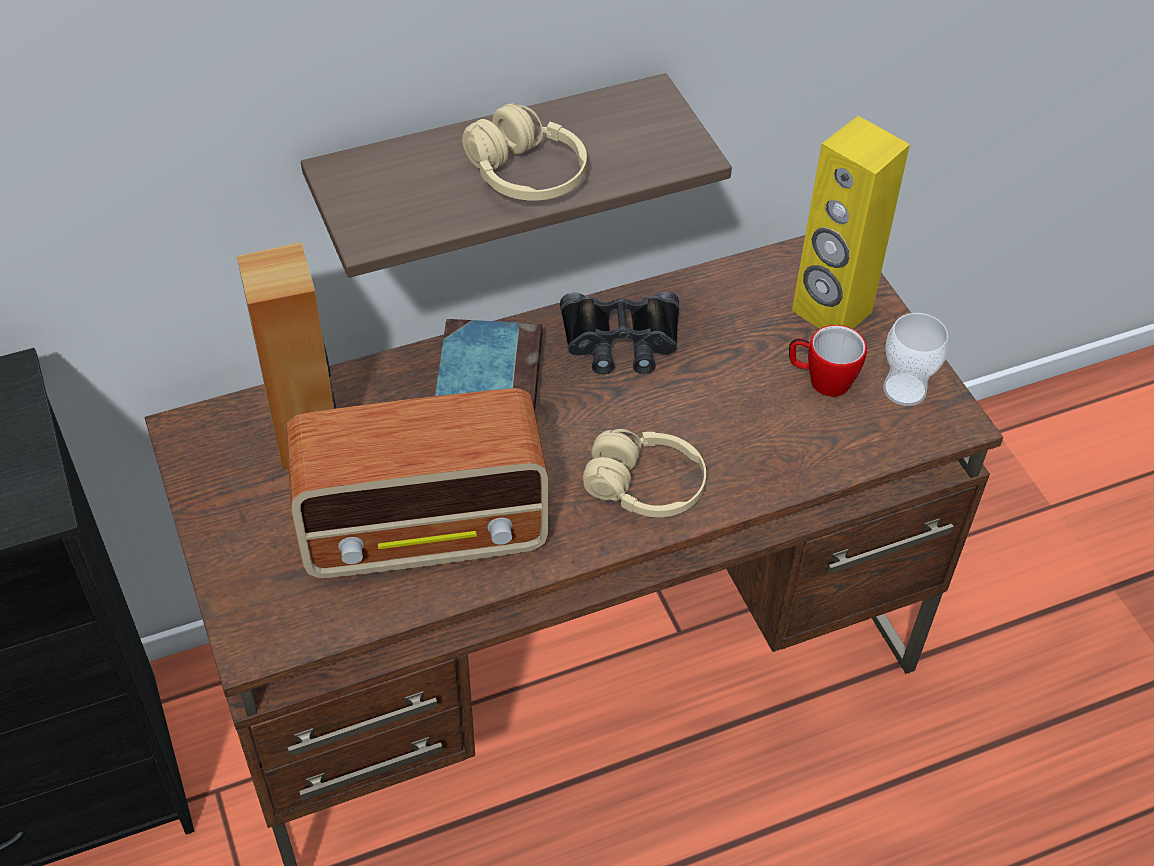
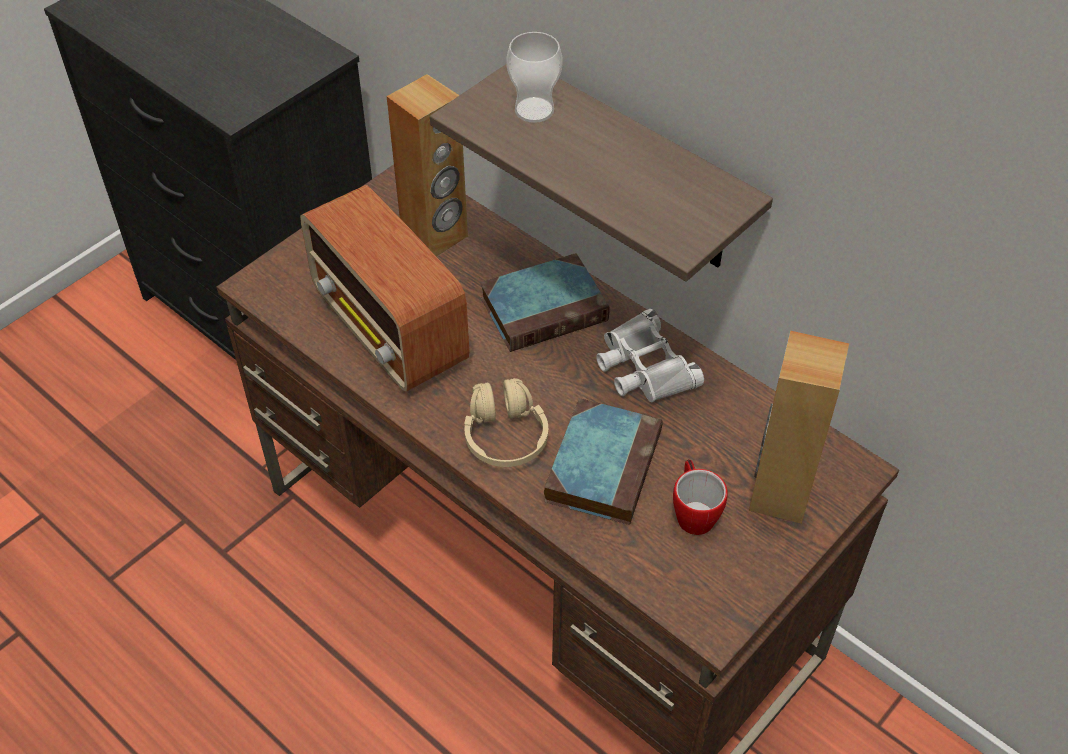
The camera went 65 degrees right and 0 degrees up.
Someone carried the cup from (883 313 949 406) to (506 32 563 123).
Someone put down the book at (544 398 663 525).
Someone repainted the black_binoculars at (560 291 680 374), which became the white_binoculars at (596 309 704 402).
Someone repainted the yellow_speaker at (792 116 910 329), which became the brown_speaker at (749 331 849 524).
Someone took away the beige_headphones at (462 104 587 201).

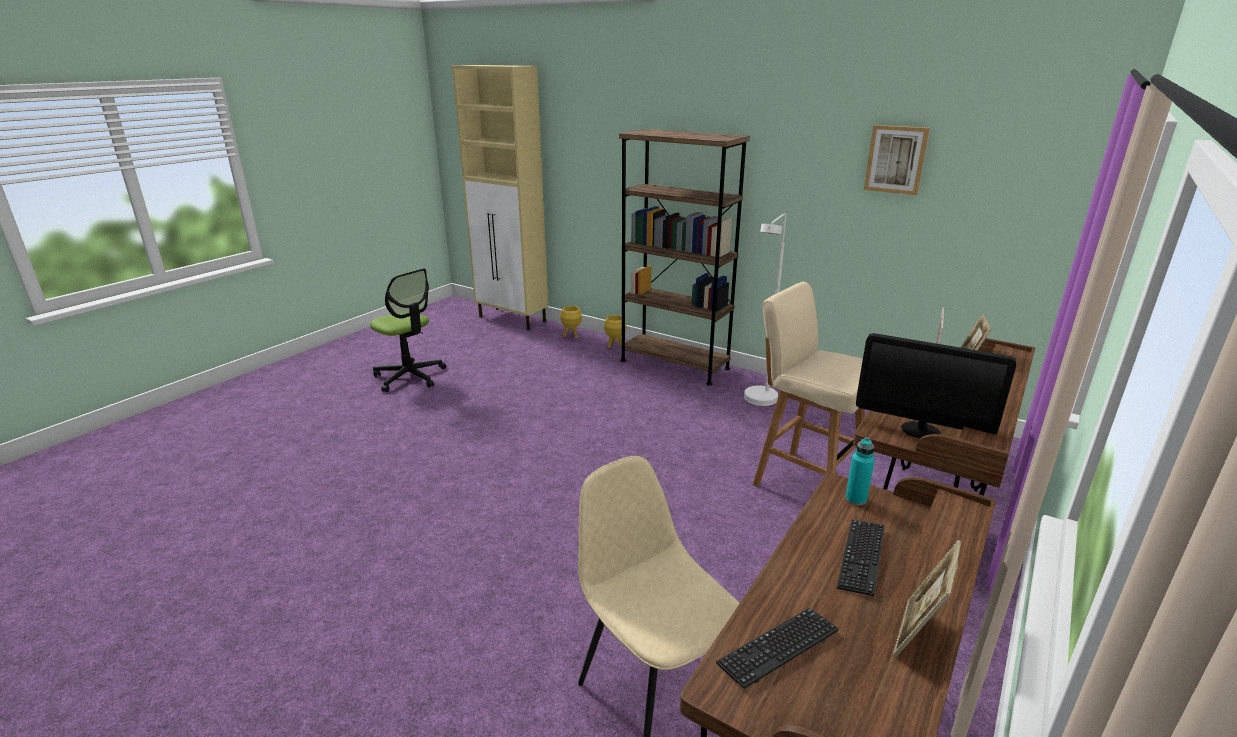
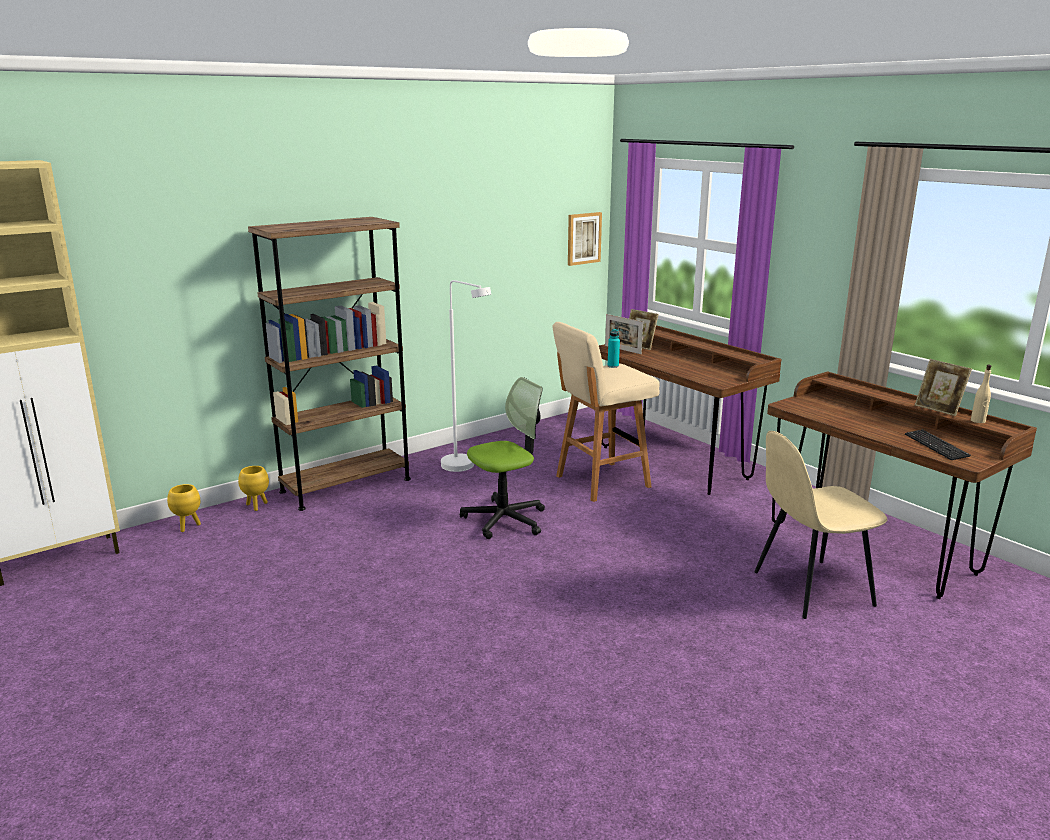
The camera went 70 degrees left and 5 degrees down.
Someone carried the office_chair from (370 268 446 392) to (460 377 545 539).
Someone carried the picture from (864 125 930 195) to (568 212 602 266).
Someone carried the turquoise_bottle from (845 437 875 506) to (608 329 620 368).
Someone put down the beige_bottle at (971 365 991 423).
Someone took away the keyboard at (837 520 885 596).
Someone took away the monitor at (856 333 1016 438).

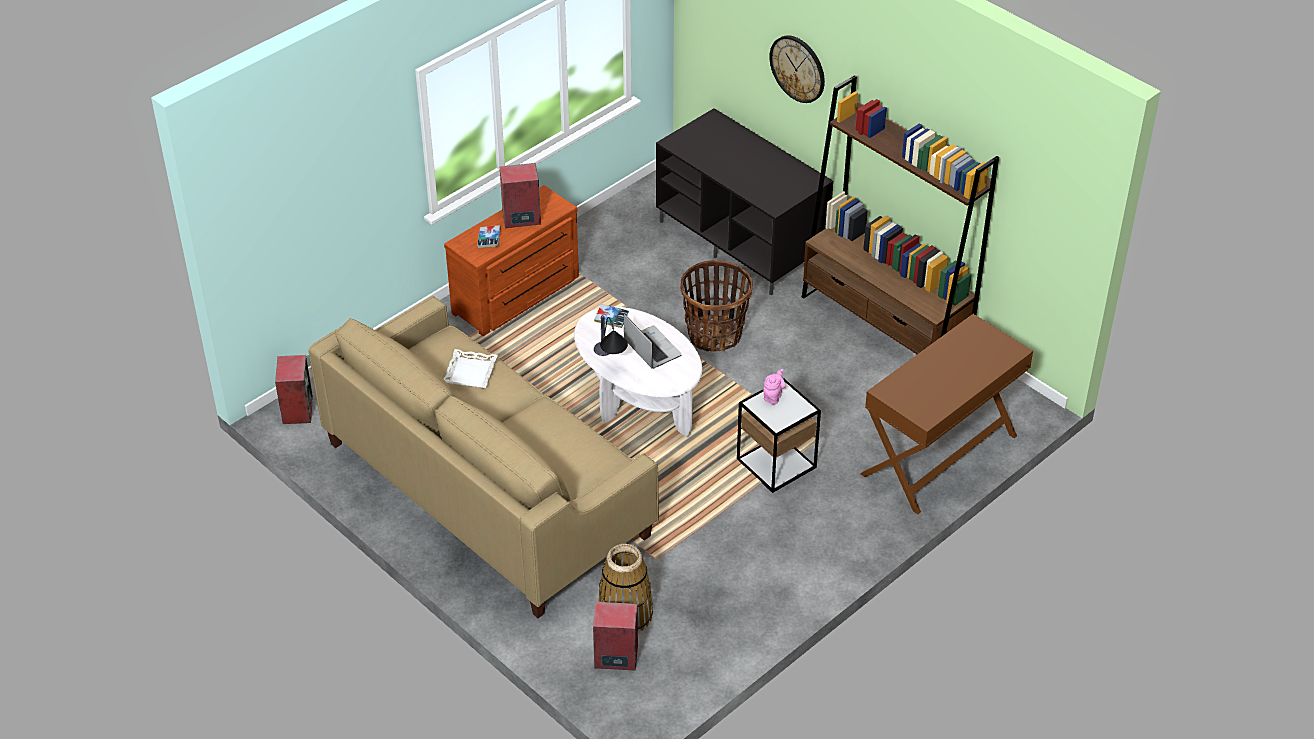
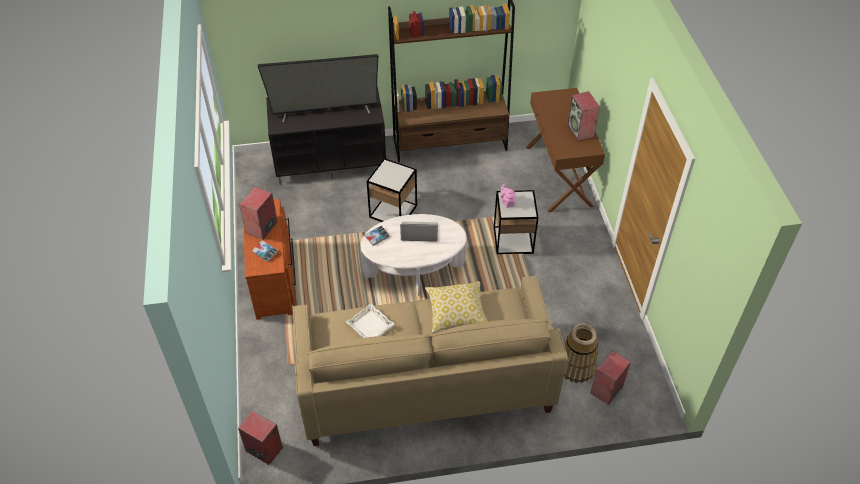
The camera went 55 degrees left and 5 degrees up.
Someone put down the television at (258 54 378 123).
Someone swapped the basket at (680 260 753 352) for the side_table at (367 158 417 222).
Someone put down the pillow at (425 281 488 333).
Someone put down the speaker at (567 91 600 141).
Someone took away the table_lamp at (594 315 628 356).
Someone took away the wall_clock at (769 35 825 103).

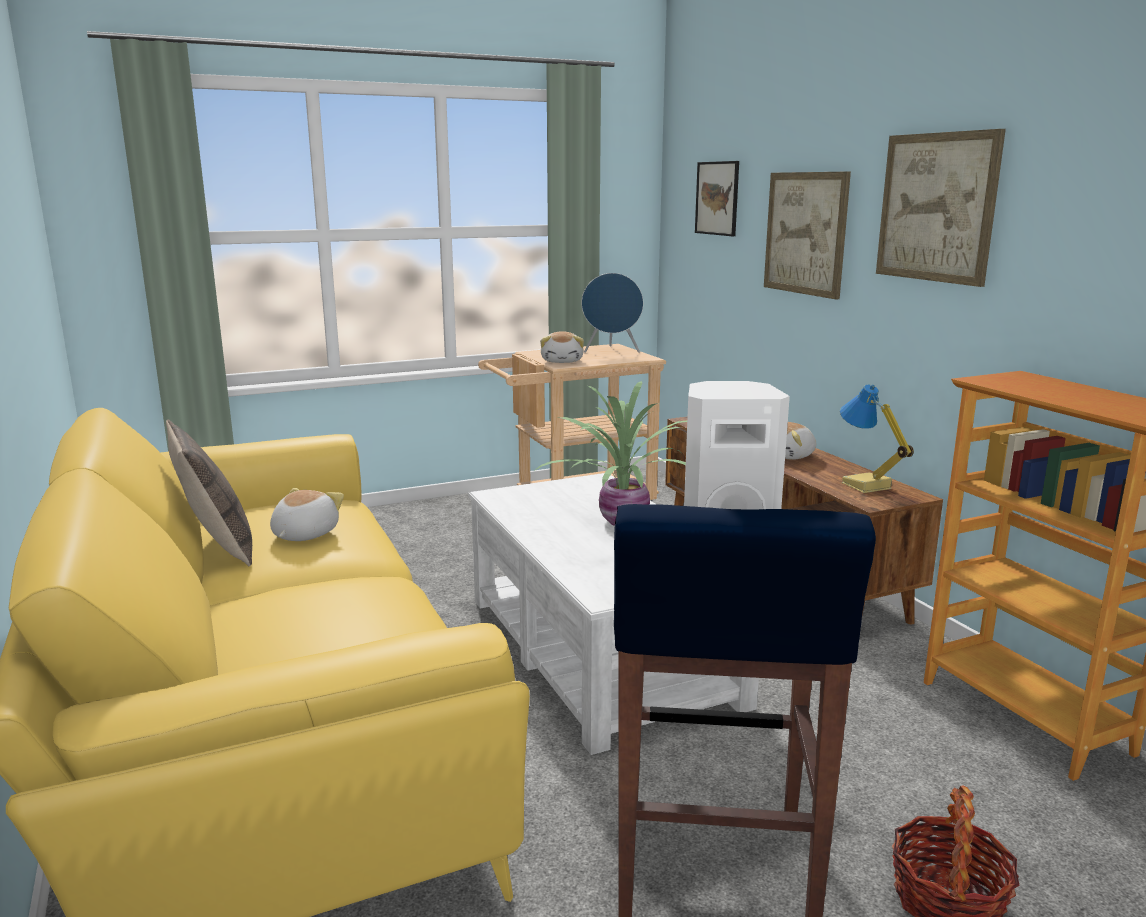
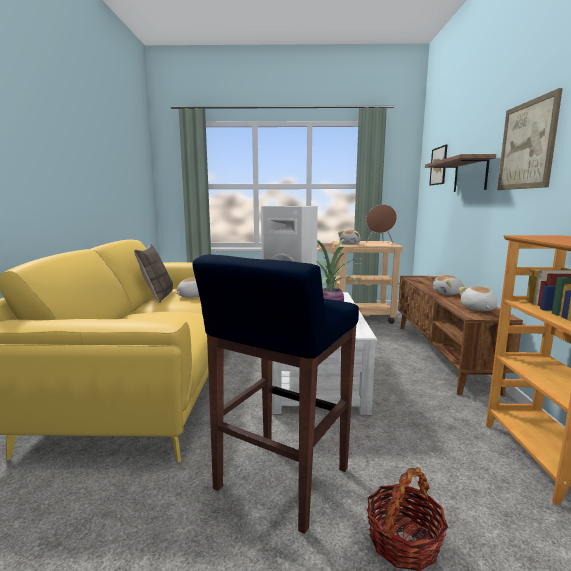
The camera went 25 degrees right and 5 degrees down.
Someone repainted the blue_speaker at (581 273 643 353), which became the brown_speaker at (366 205 397 244).
Someone swapped the picture at (764 172 851 299) for the shelf at (425 154 496 192).
Someone swapped the table_lamp at (840 384 914 493) for the plush_toy at (459 287 497 311).

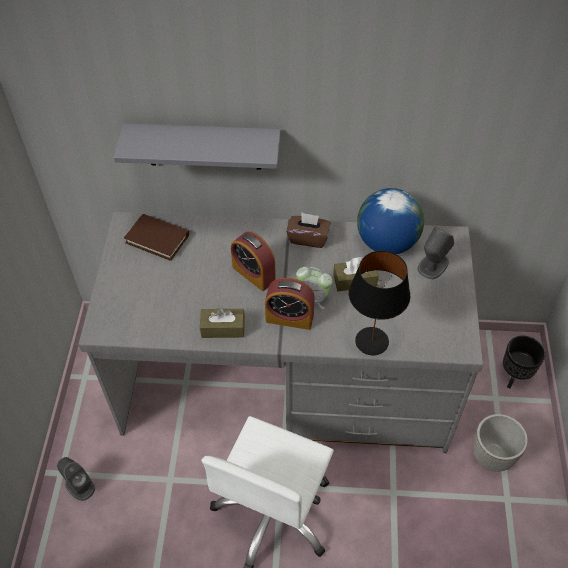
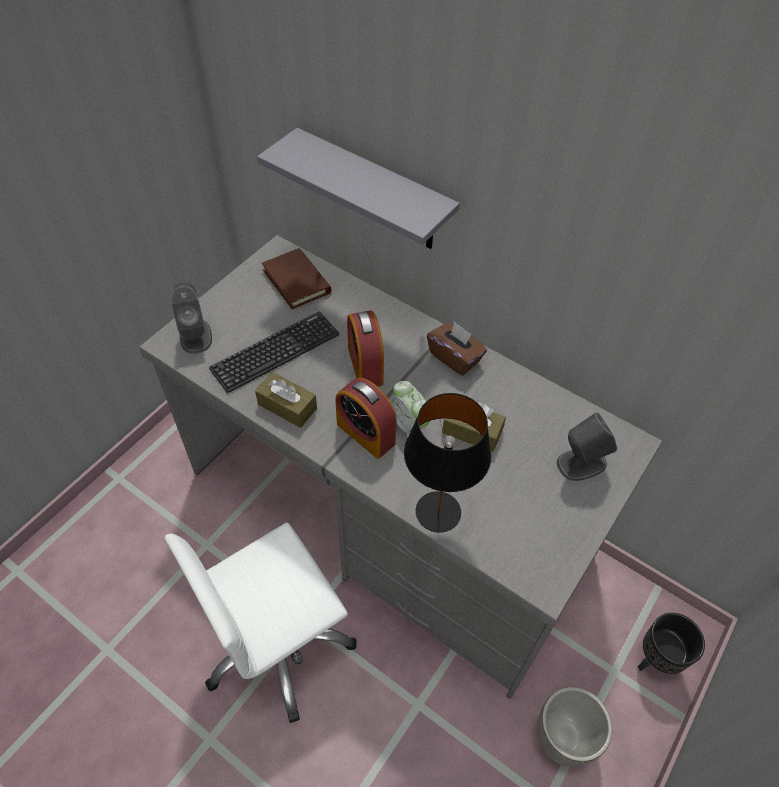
The camera went 30 degrees right and 0 degrees up.
Someone carried the grey_speaker from (57 457 95 501) to (171 282 212 354).
Someone put down the keyboard at (209 312 340 393).
Someone took away the globe at (357 188 424 254).

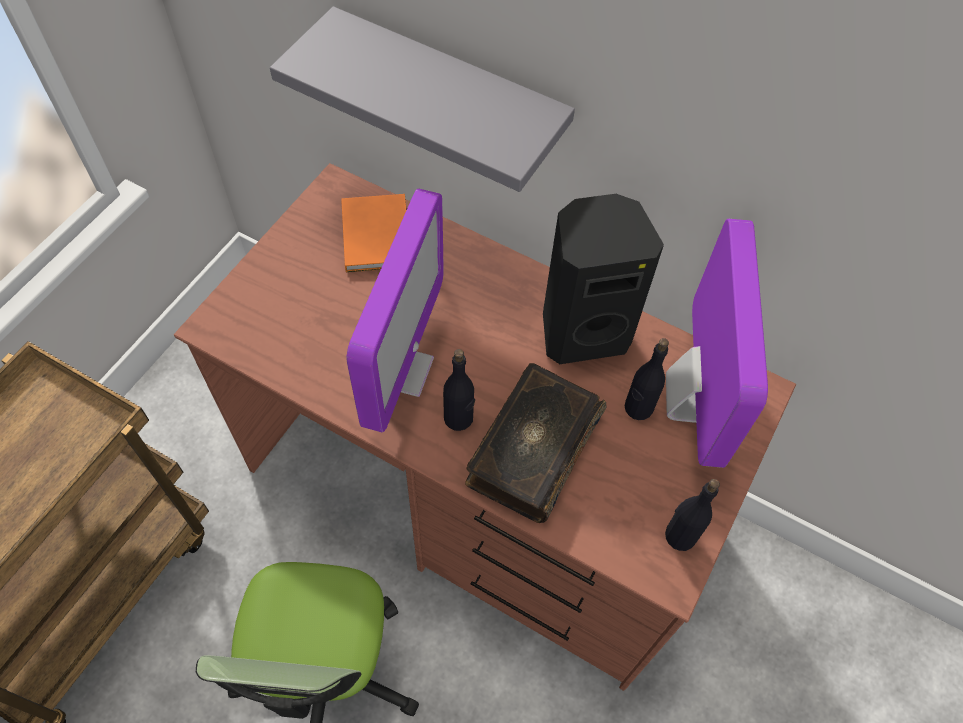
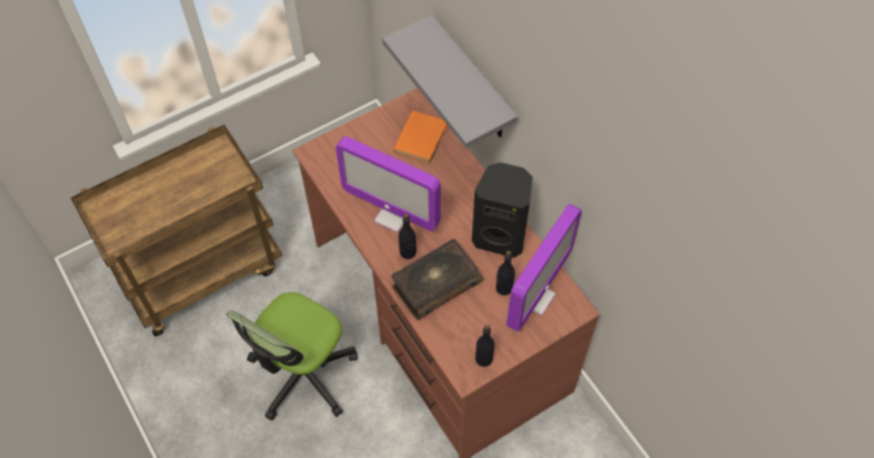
The camera went 30 degrees right and 0 degrees up.
Someone rotated the monitor at (346 189 444 432) by 75 degrees clockwise.

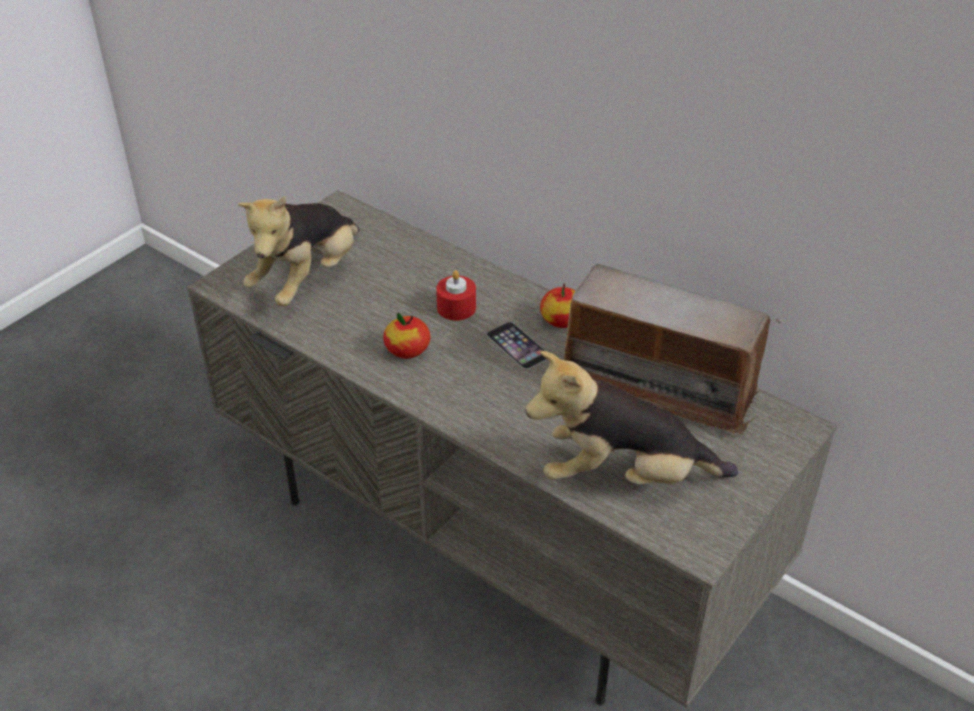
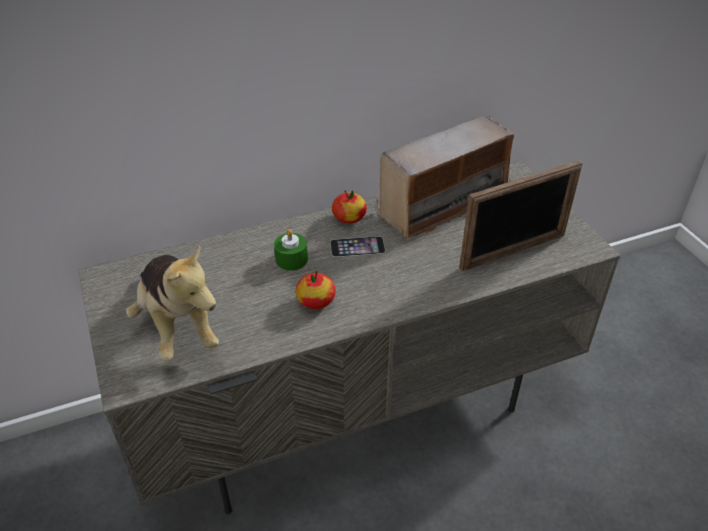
The camera went 60 degrees left and 0 degrees up.
Someone repainted the red_candle at (436 270 476 321), which became the green_candle at (274 229 308 271).
Someone swapped the plush_toy at (525 351 738 485) for the picture_frame at (459 161 583 271).

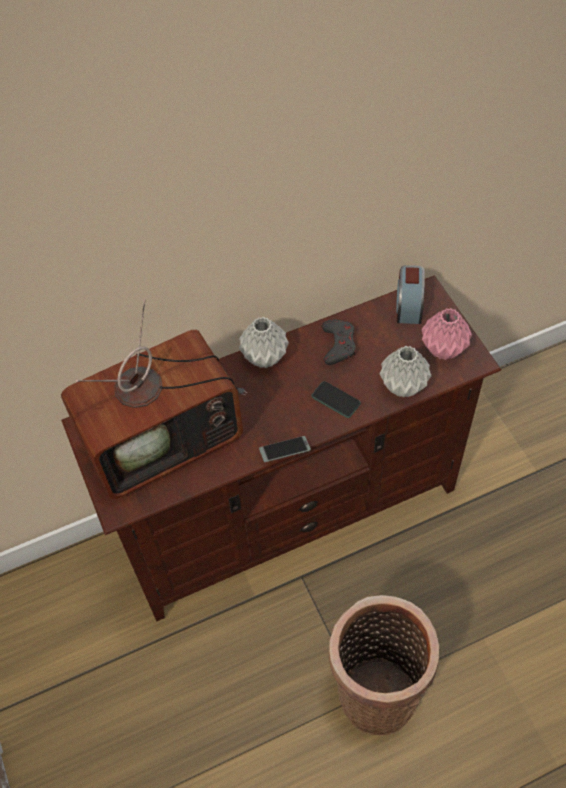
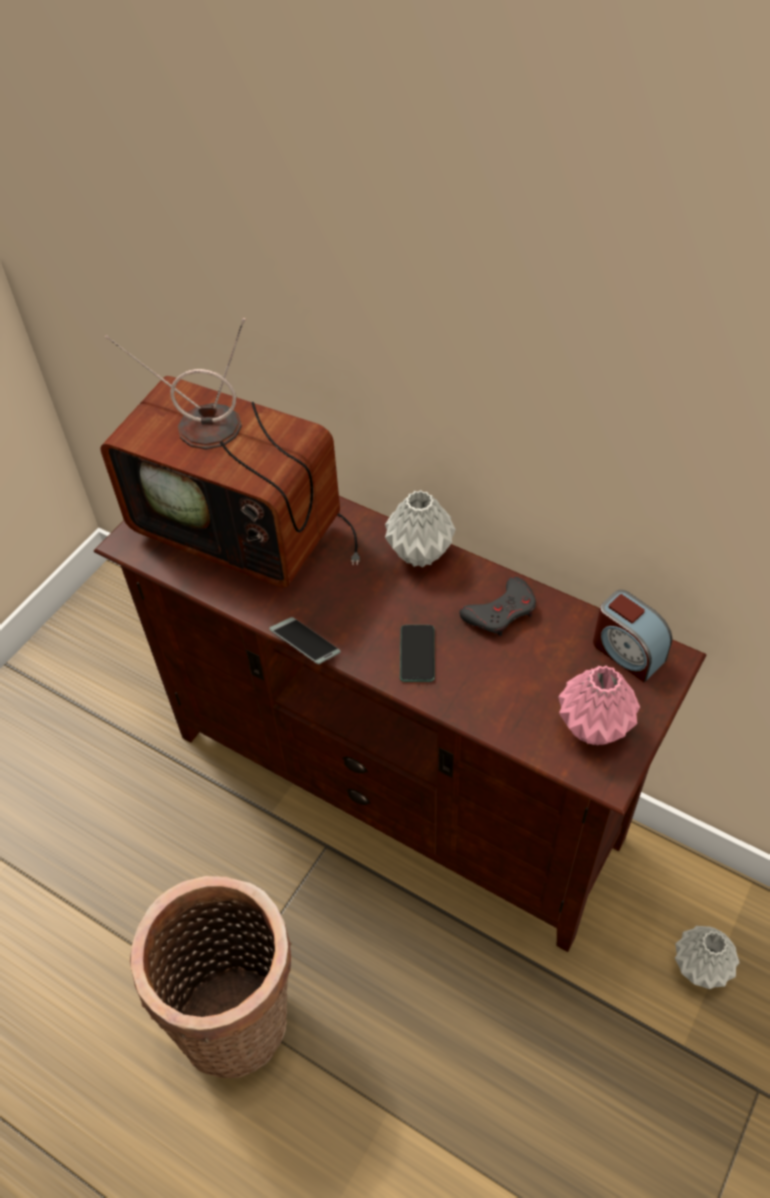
The camera went 55 degrees right and 5 degrees down.
Someone rotated the alarm_clock at (396 265 425 324) by 105 degrees counterclockwise.
Someone carried the grey_vase from (379 346 431 398) to (675 926 740 989).

